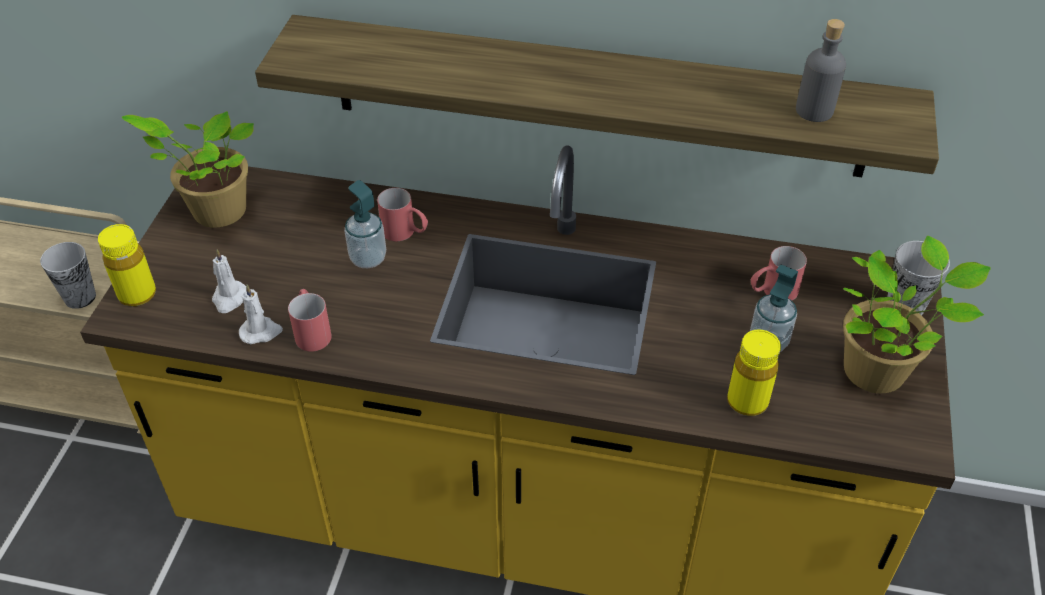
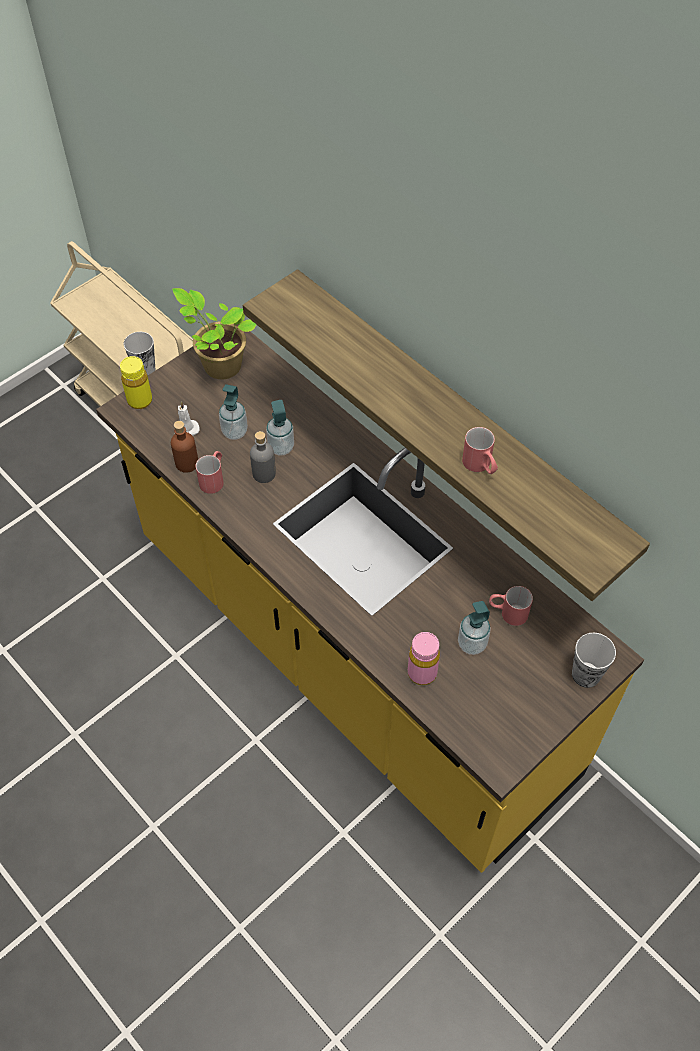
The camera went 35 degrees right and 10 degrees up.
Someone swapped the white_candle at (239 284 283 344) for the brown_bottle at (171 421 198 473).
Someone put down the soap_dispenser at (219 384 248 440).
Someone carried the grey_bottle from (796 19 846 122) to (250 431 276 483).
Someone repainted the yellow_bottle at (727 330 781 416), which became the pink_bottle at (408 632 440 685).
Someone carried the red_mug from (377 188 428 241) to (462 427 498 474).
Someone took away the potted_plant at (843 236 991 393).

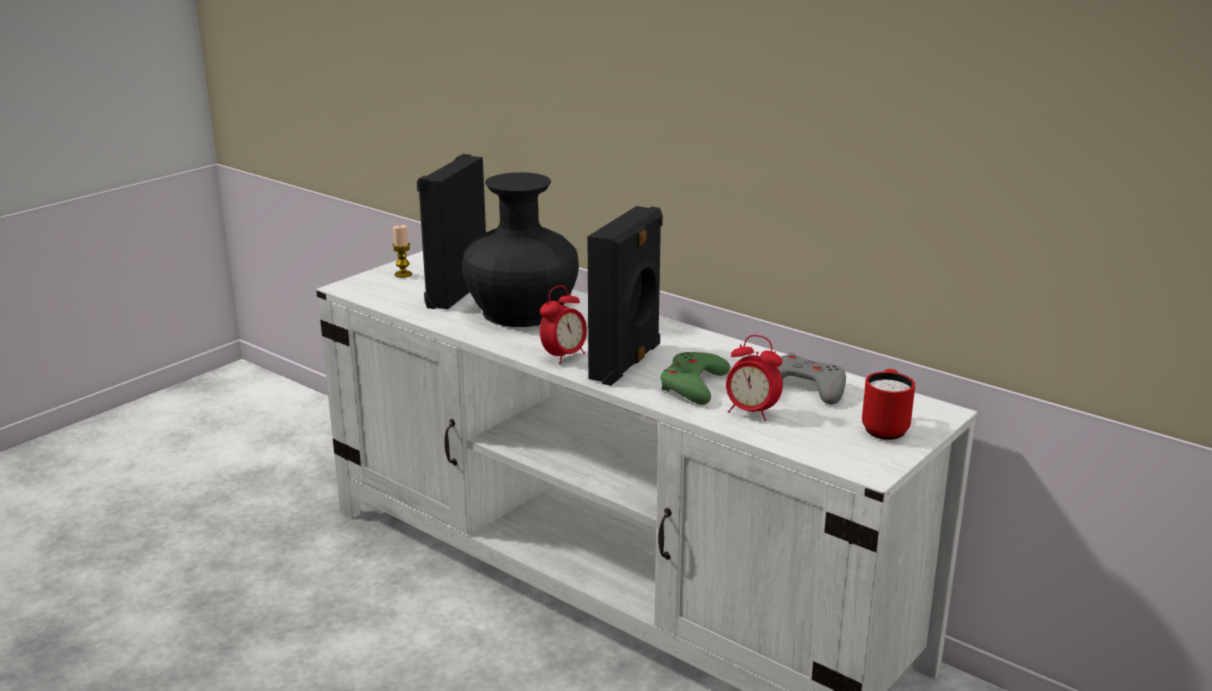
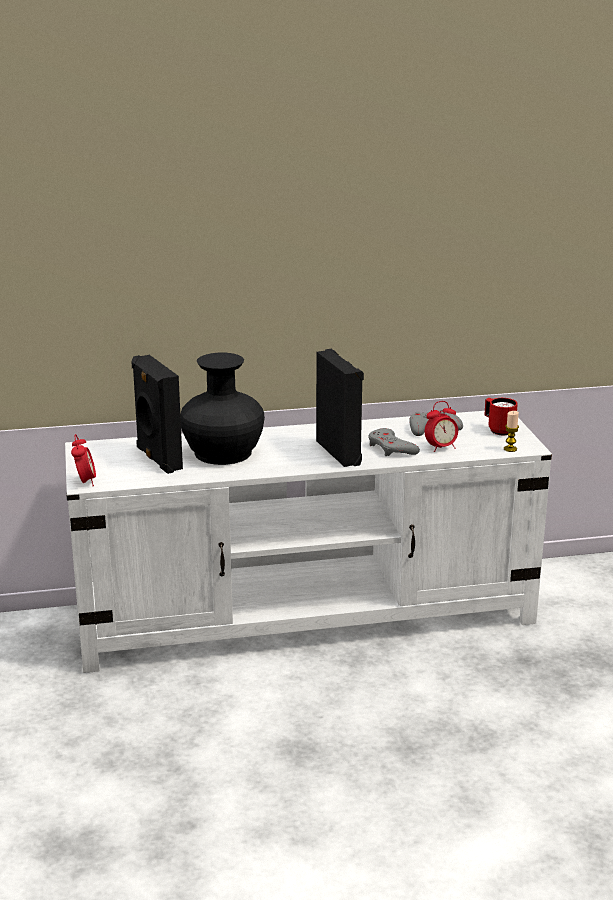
The camera went 50 degrees left and 0 degrees up.
Someone carried the alarm_clock from (540 285 587 364) to (71 434 96 486).
Someone repainted the green_game_controller at (660 352 730 405), which became the grey_game_controller at (368 428 420 456).
Someone carried the candle from (392 225 412 278) to (504 411 519 452).

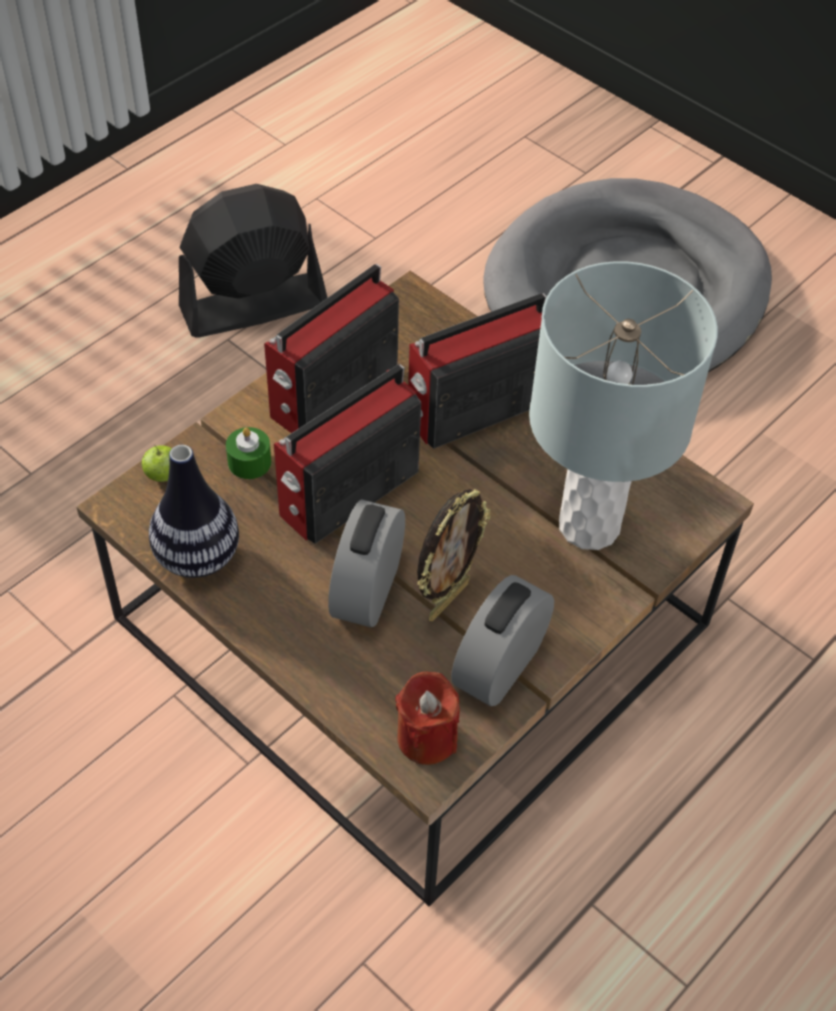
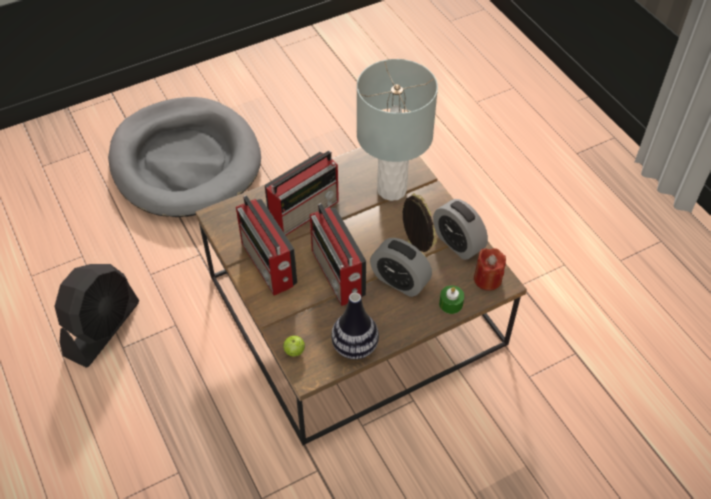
The camera went 70 degrees left and 0 degrees up.
Someone rotated the black_fan at (179 184 327 338) by 150 degrees counterclockwise.
Someone rotated the radio at (408 293 547 449) by 120 degrees counterclockwise.
Someone carried the green_candle from (226 427 271 479) to (439 285 464 314).

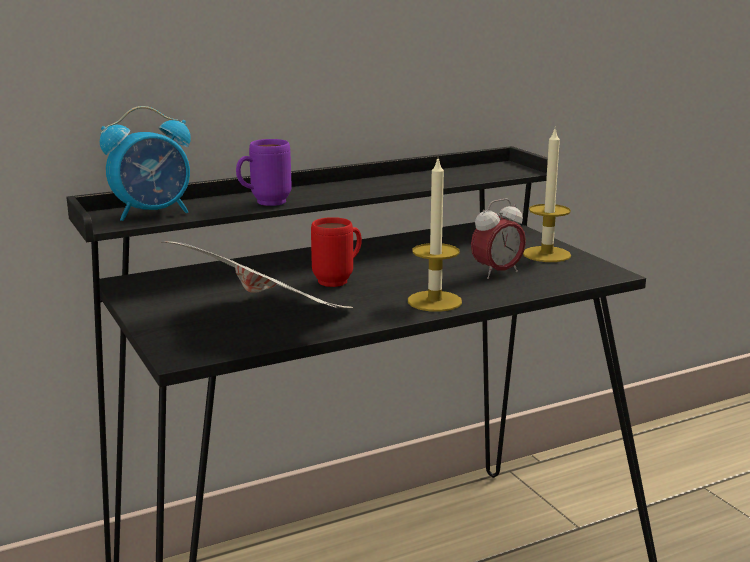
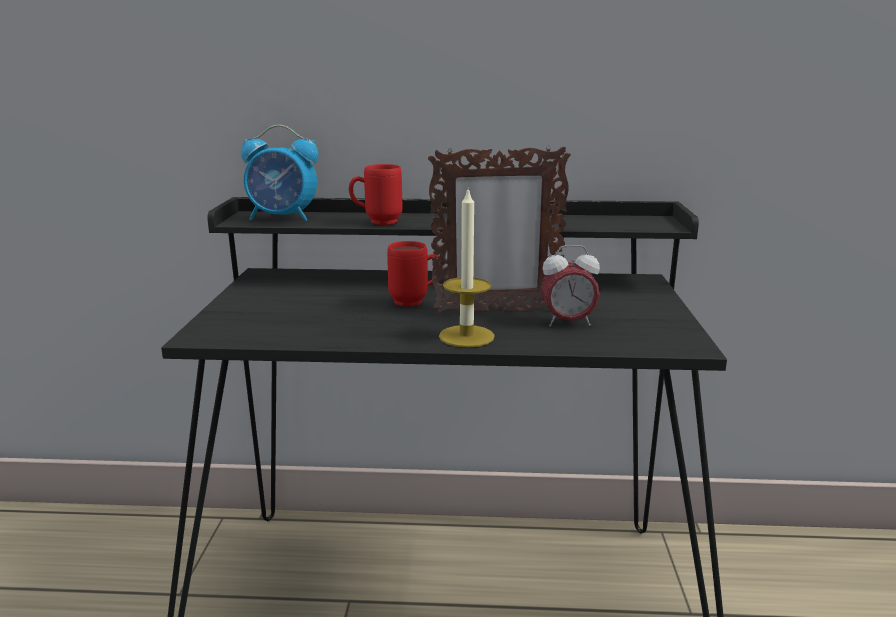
The camera went 30 degrees right and 0 degrees up.
Someone repainted the purple_mug at (236 139 291 206), which became the red_mug at (349 164 402 225).
Someone put down the picture_frame at (428 145 571 313).
Someone took away the newspaper at (162 241 354 308).
Someone took away the candle at (523 129 571 262).

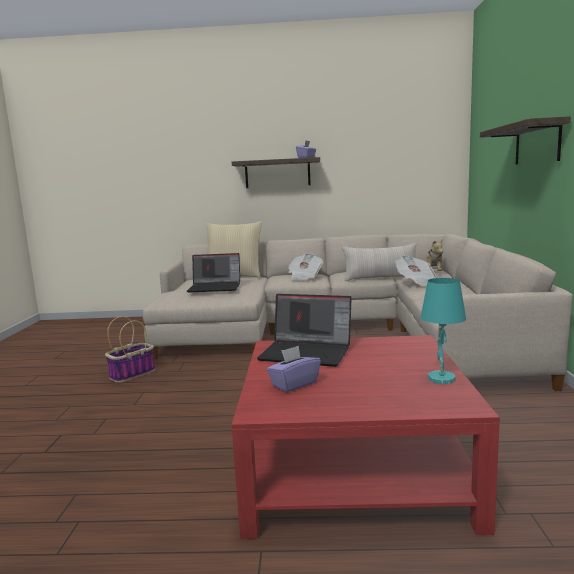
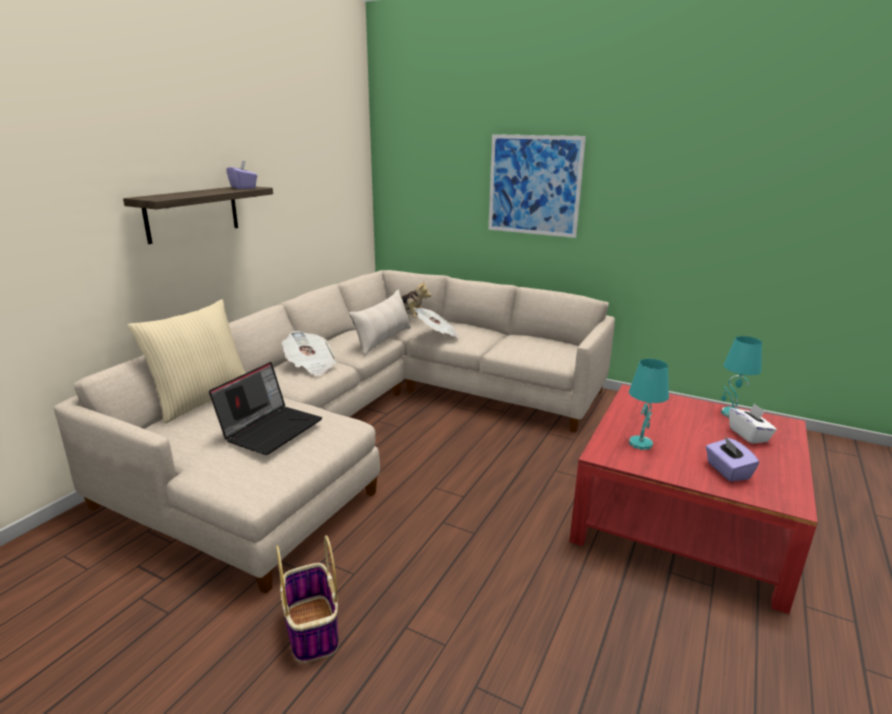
The camera went 65 degrees left and 10 degrees up.
Someone swapped the shelf at (480 116 571 164) for the picture at (489 134 586 238).
Someone swapped the laptop at (257 294 352 367) for the turquoise_table_lamp at (629 359 669 450).
Someone put down the white_tissue_box at (729 403 777 444).

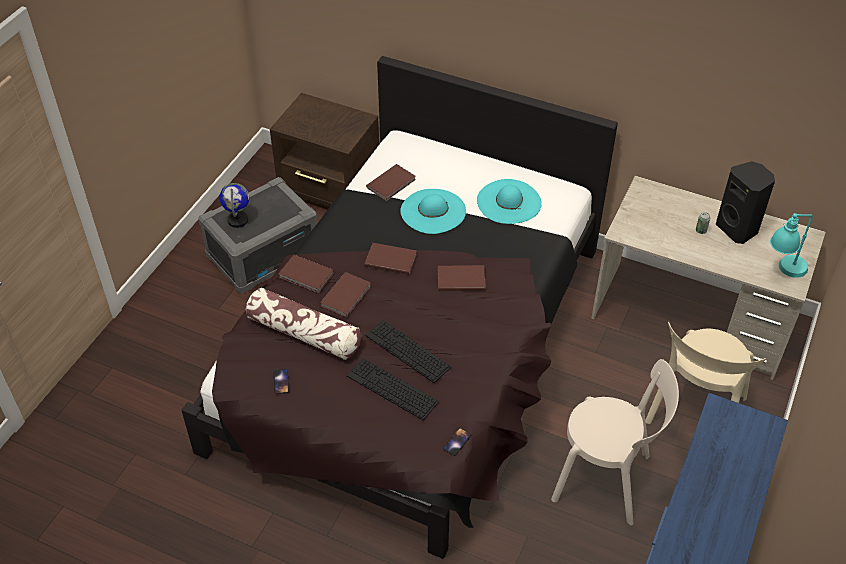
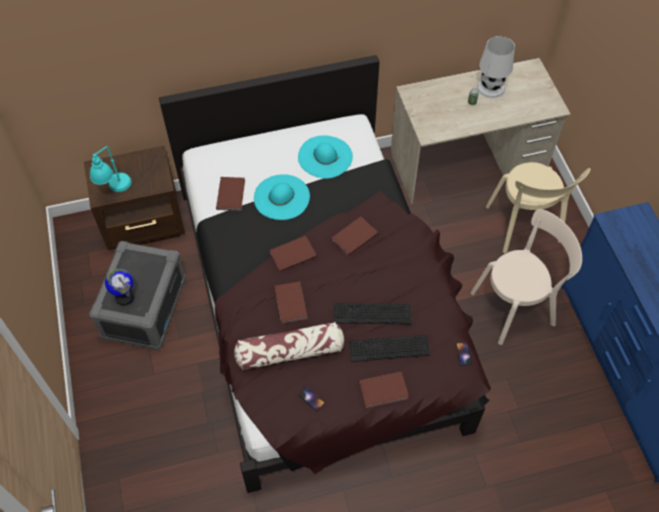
The camera went 40 degrees left and 10 degrees up.
Someone carried the turquoise_table_lamp from (770 213 813 278) to (90 146 131 192).
Someone carried the brown_book from (278 255 334 293) to (359 372 409 408).
Someone swapped the black_speaker at (716 161 775 244) for the white_table_lamp at (477 36 515 98).

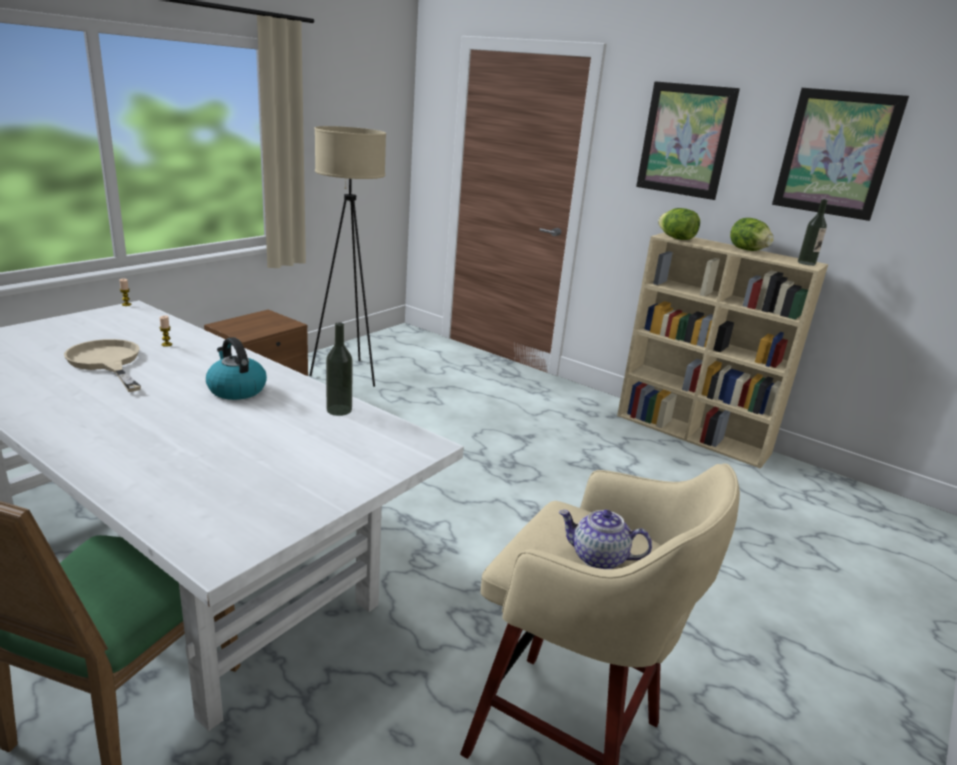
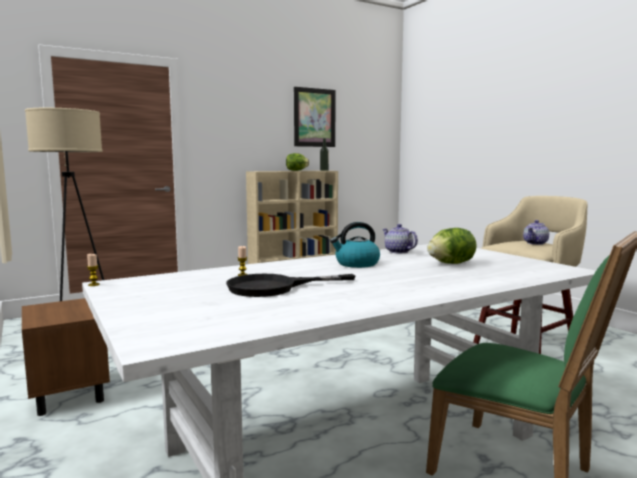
The camera went 65 degrees left and 15 degrees down.
Someone repainted the beige_frying_pan at (64 339 141 392), which became the black_frying_pan at (226 274 356 297).
Someone swapped the bottle at (326 322 353 416) for the teapot at (383 224 418 253).
Someone carried the lettuce from (658 208 700 240) to (427 228 477 264).
Someone took away the picture at (636 81 740 200).

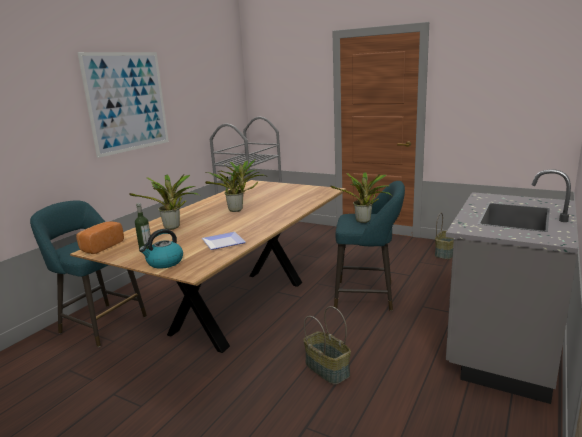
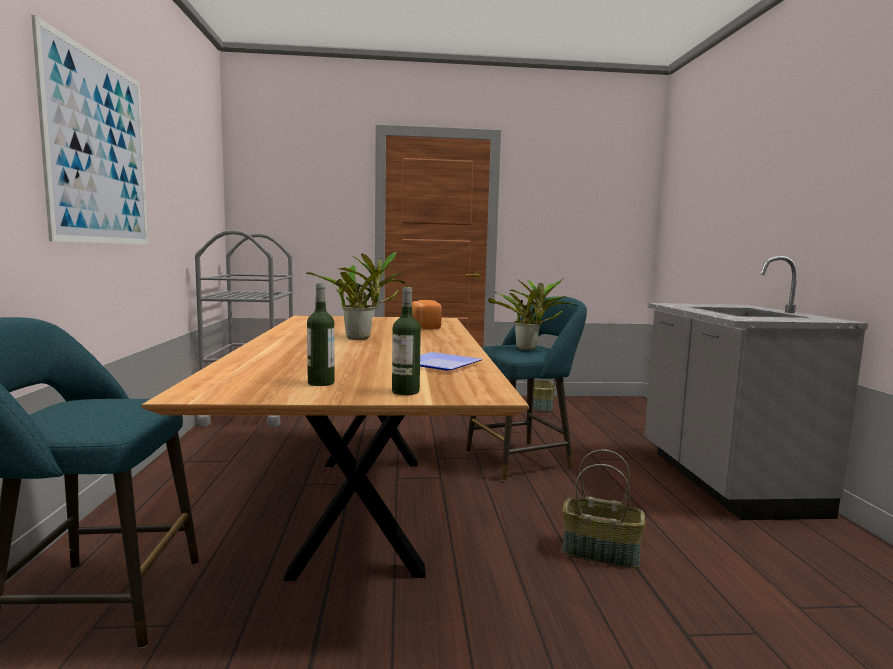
The camera went 35 degrees left and 10 degrees down.
Someone swapped the kettle at (139 229 183 269) for the bottle at (392 287 421 395).
Someone carried the bread from (76 221 124 254) to (412 300 442 329).
Someone took away the potted_plant at (129 174 200 230).

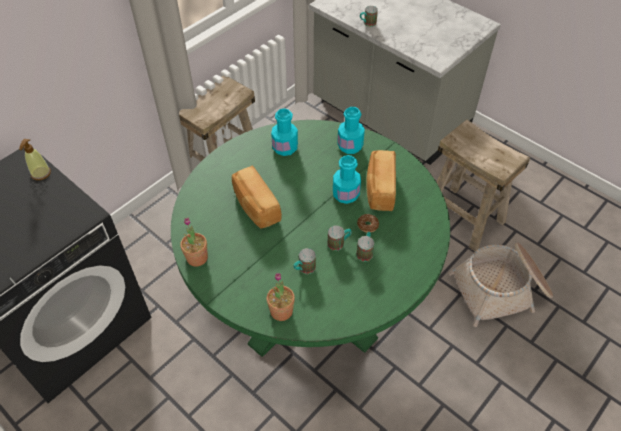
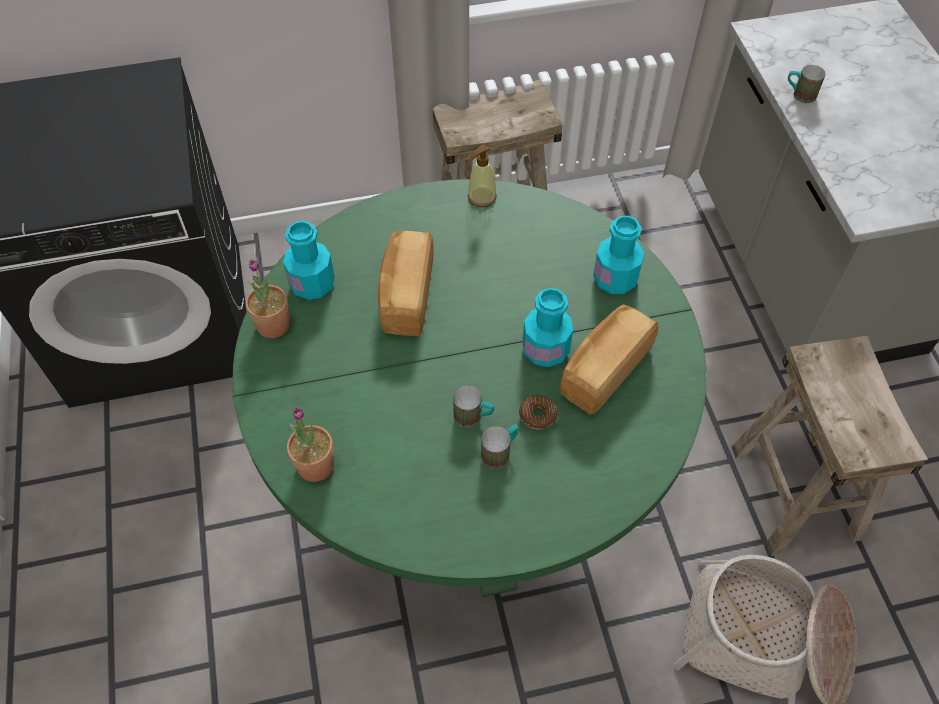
The camera went 35 degrees right and 5 degrees up.
Someone carried the turquoise_bottle from (271 108 298 156) to (283 221 335 300).
Someone carried the soap_dispenser from (19 139 51 180) to (468 144 497 208).
Someone took away the mug at (293 248 316 274).

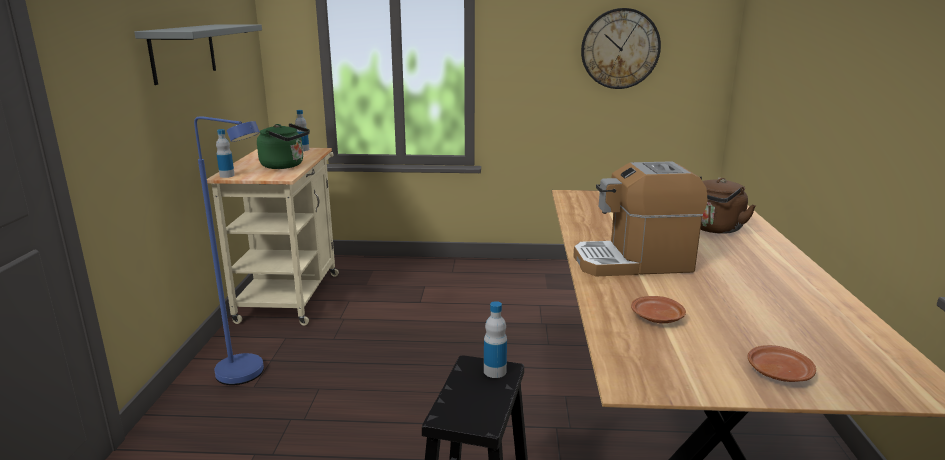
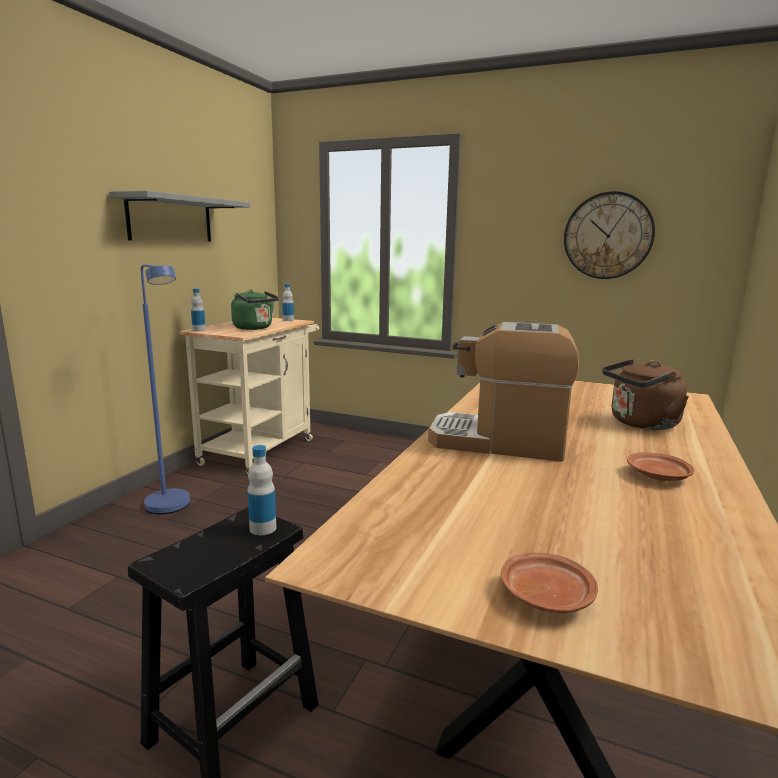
The camera went 20 degrees right and 5 degrees down.
Someone carried the brown_plate from (631 296 686 323) to (627 452 695 481).

